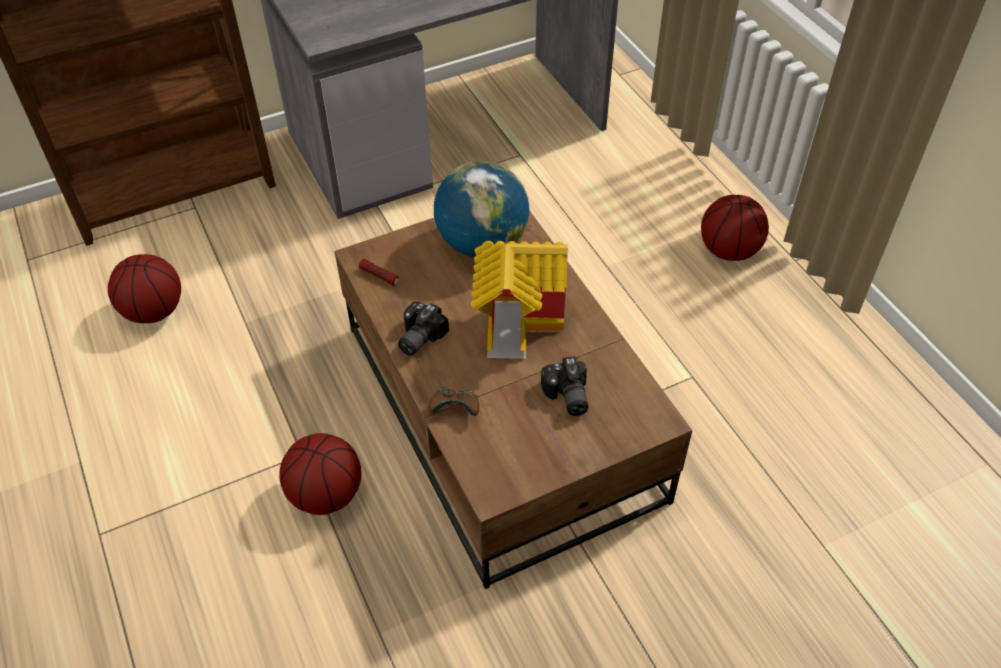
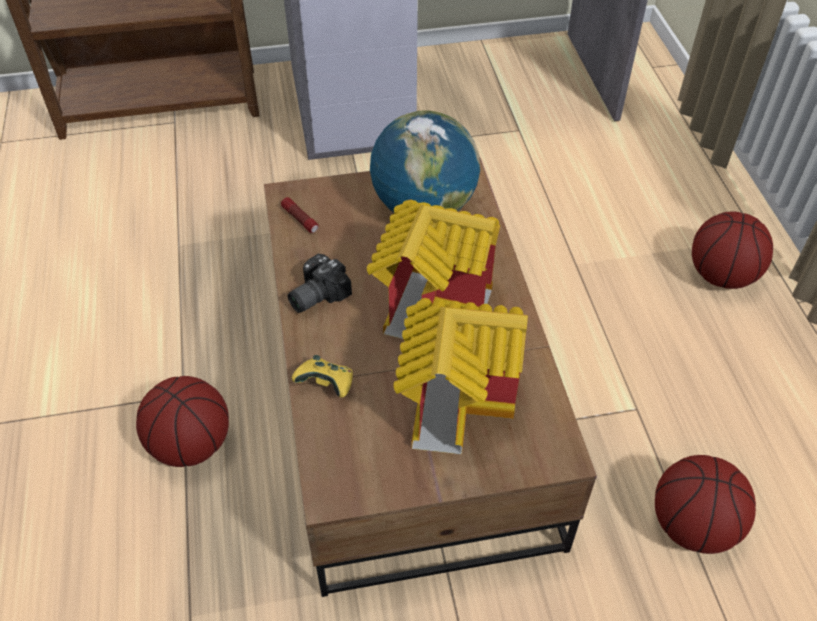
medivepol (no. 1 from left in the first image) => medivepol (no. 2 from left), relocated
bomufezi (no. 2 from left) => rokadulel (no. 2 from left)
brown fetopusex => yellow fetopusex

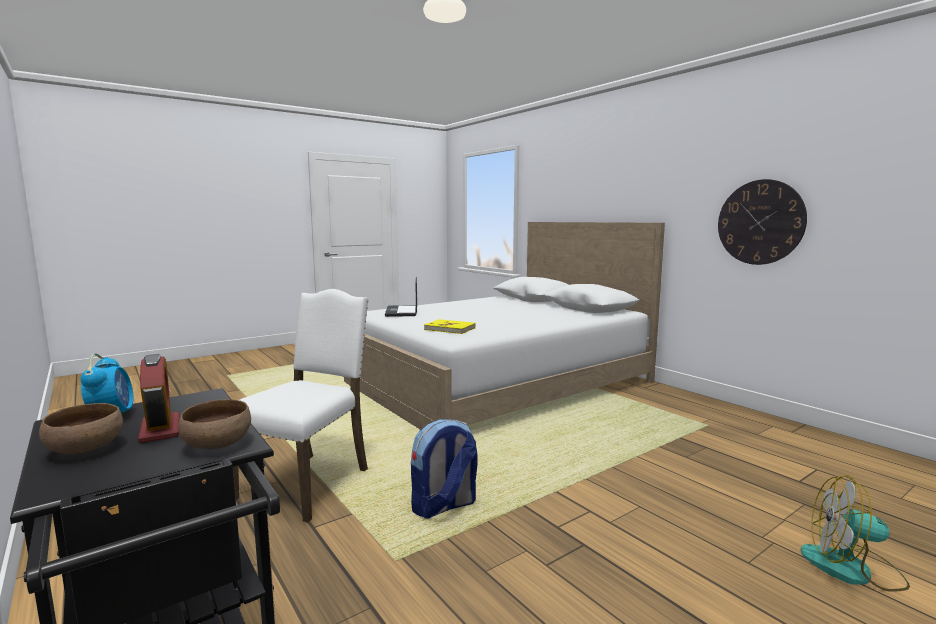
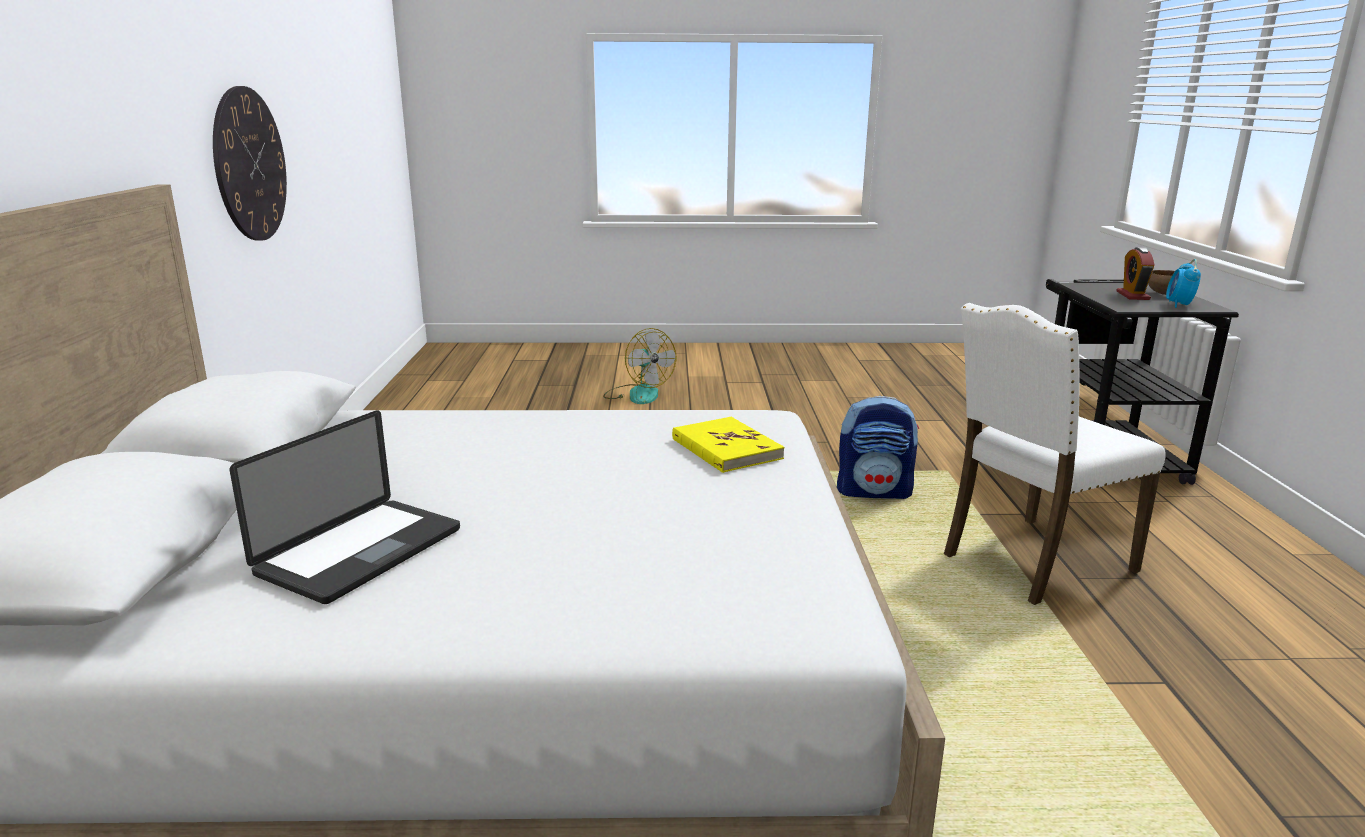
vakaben, relocated
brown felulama (no. 2 from left) => nothing

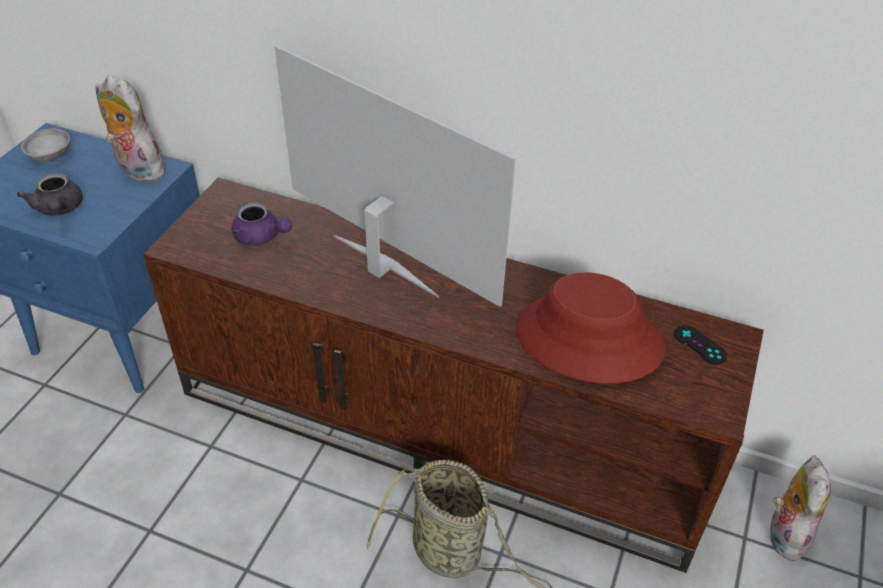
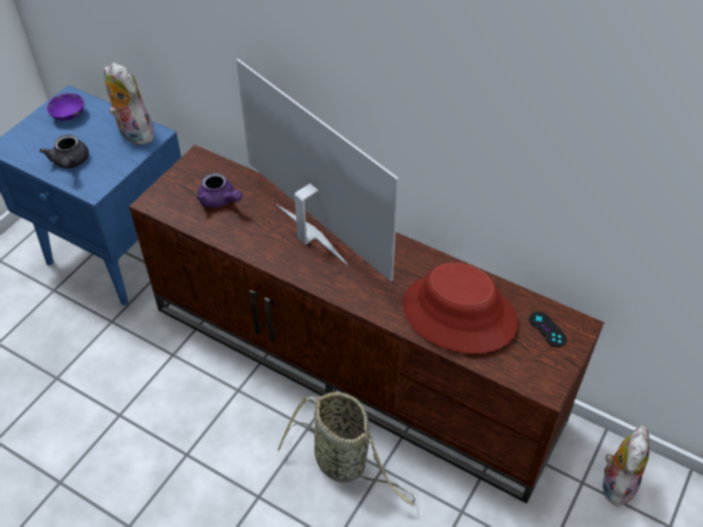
grey felulama => purple felulama

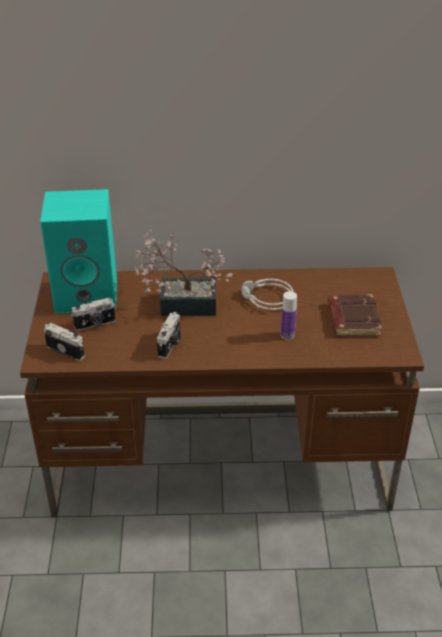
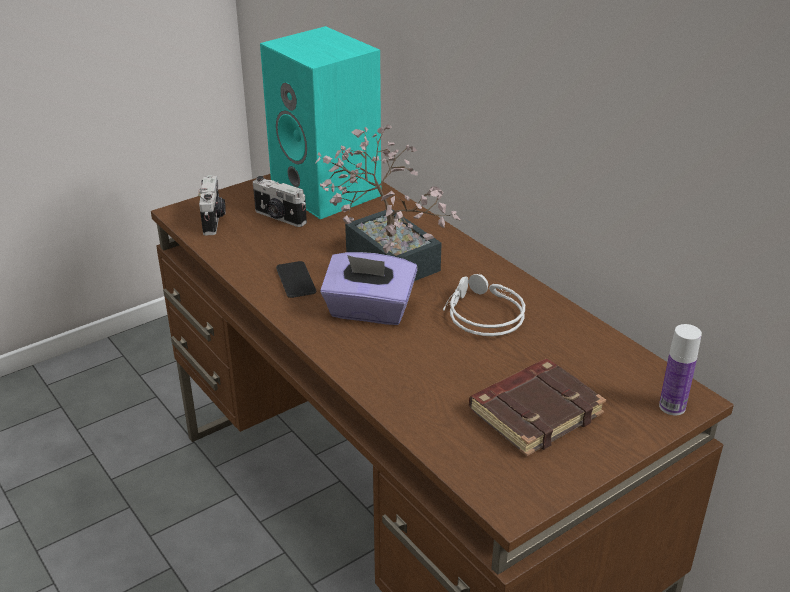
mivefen, relocated
bomufezi (no. 3 from left) => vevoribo
nothing => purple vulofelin

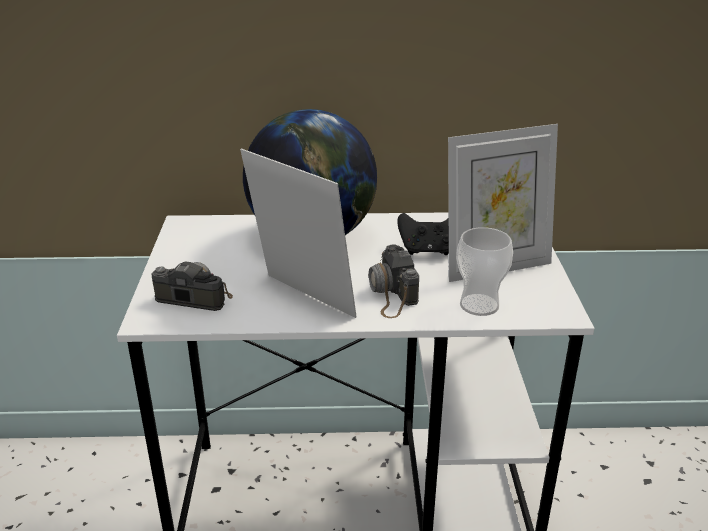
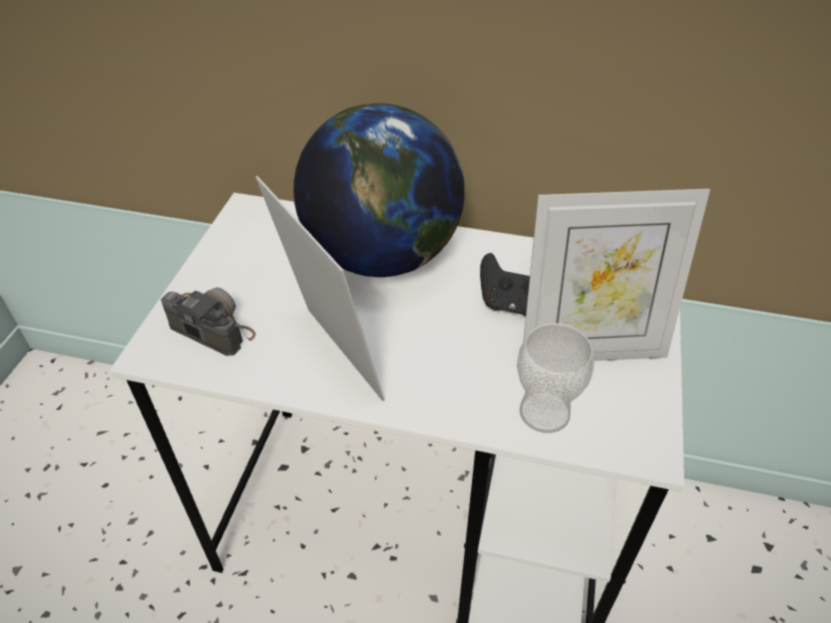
bomufezi (no. 2 from left) => nothing

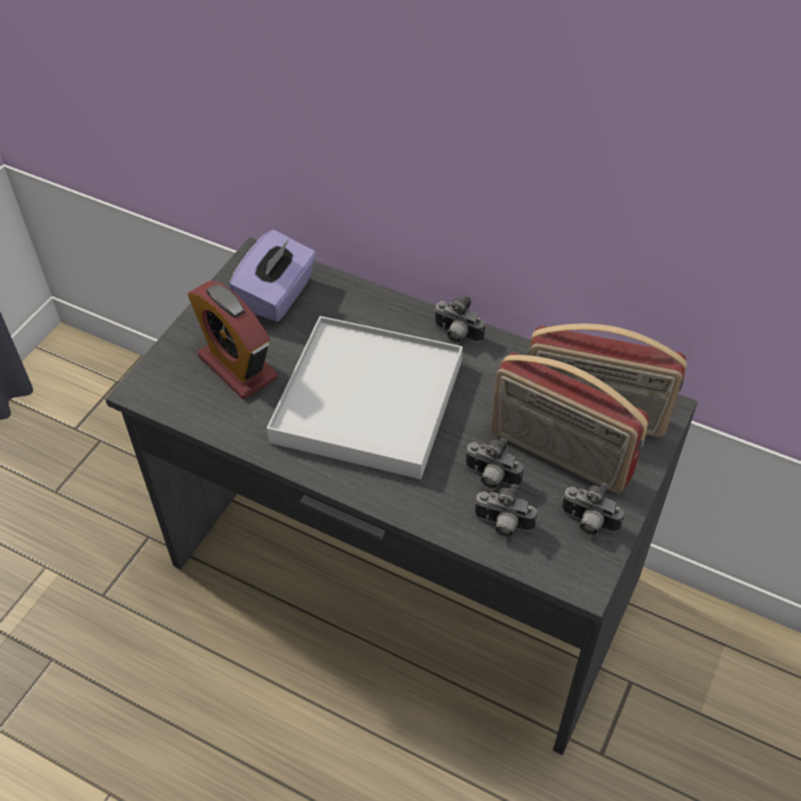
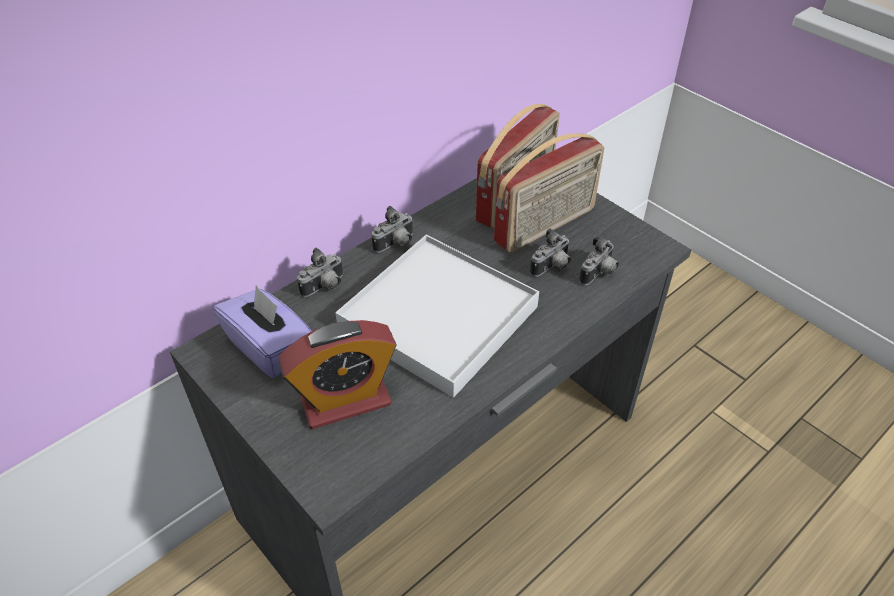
bomufezi (no. 4 from left in the first image) => bomufezi (no. 1 from left), relocated

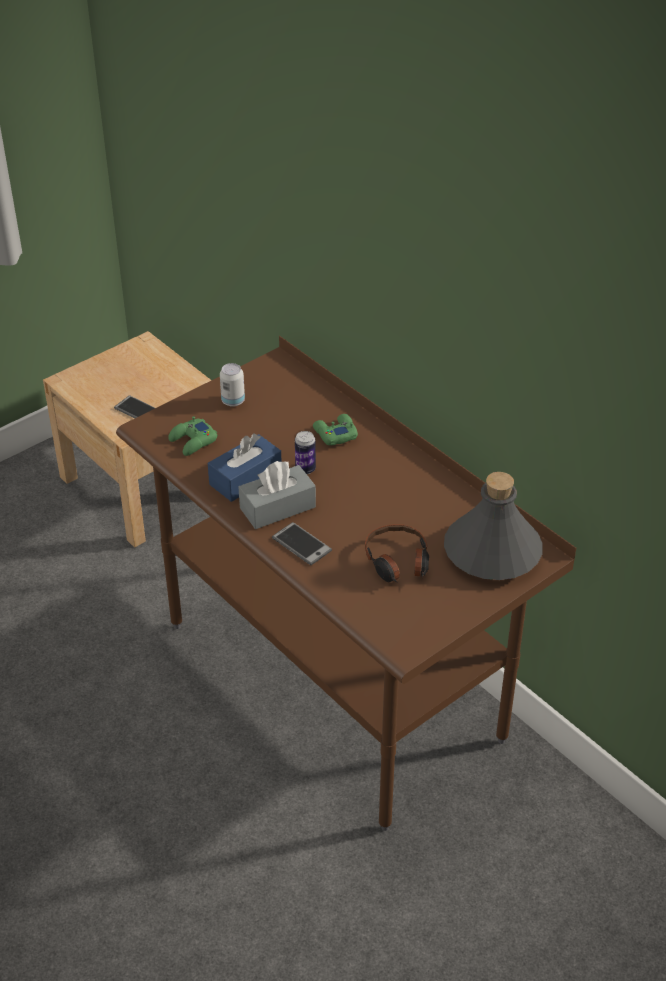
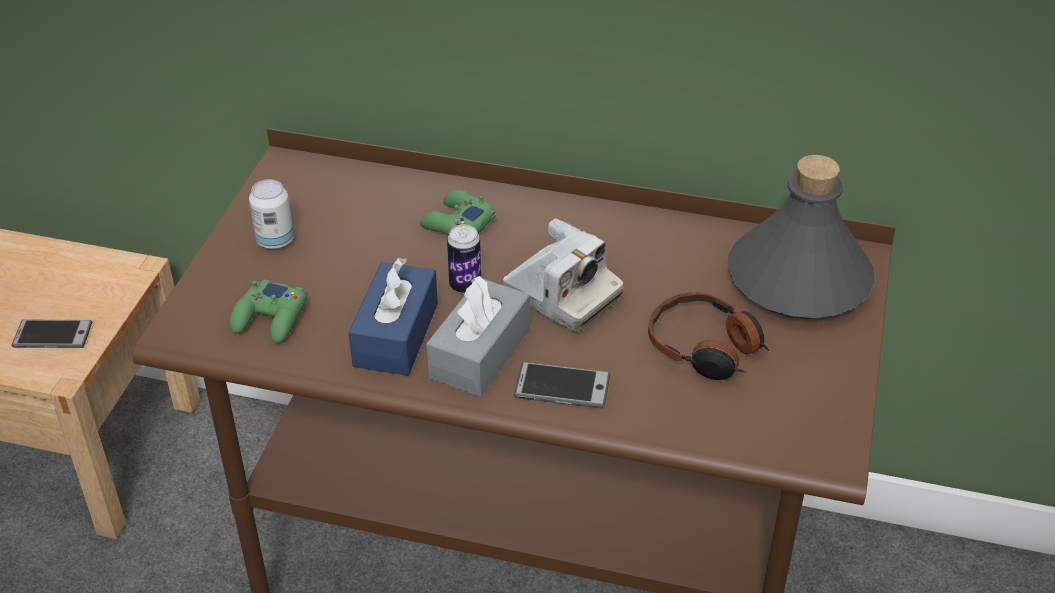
nothing => bomufezi

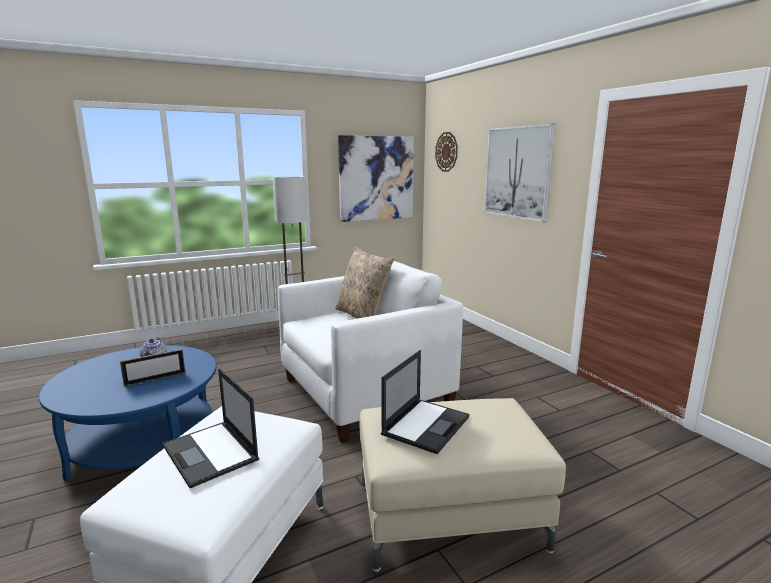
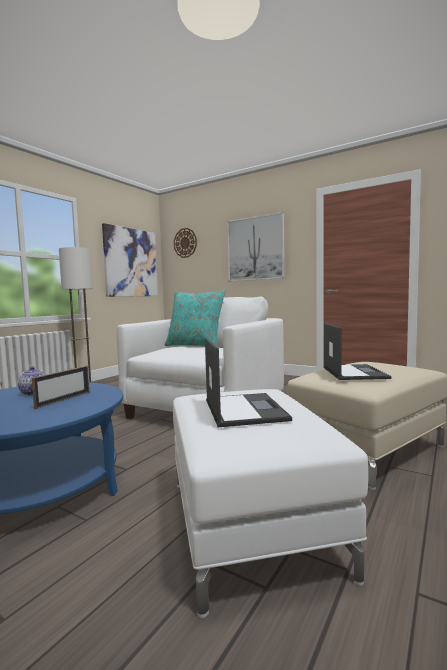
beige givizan => turquoise givizan
vakaben (no. 1 from left), 120 degrees counterclockwise

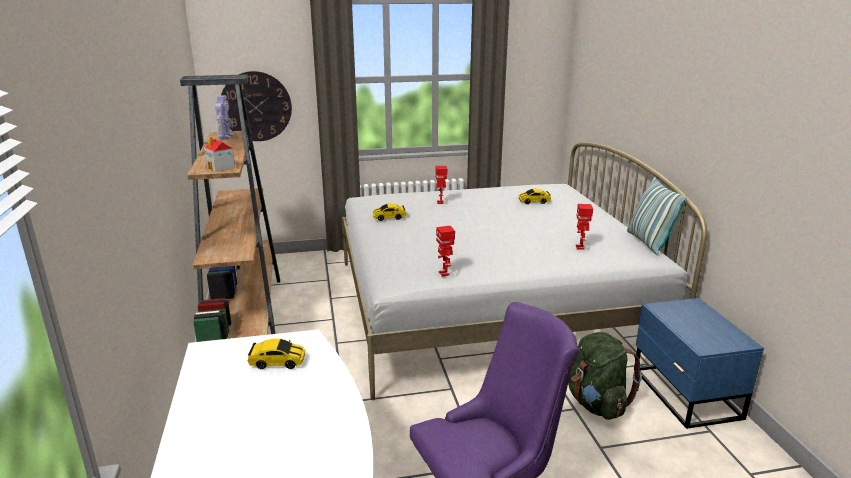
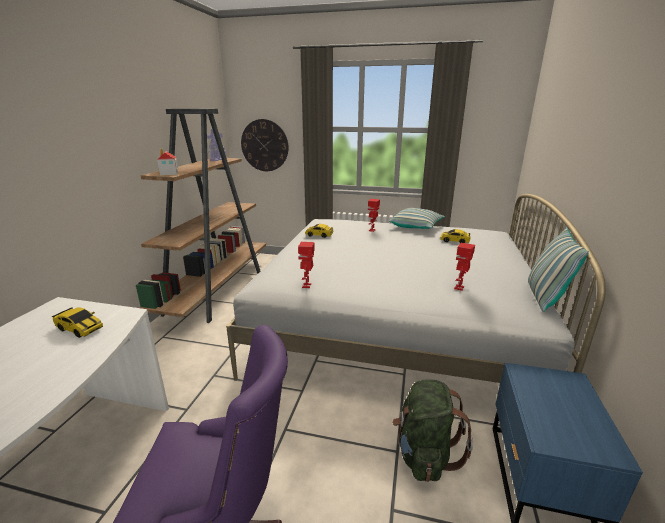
nothing => givizan (no. 1 from left)

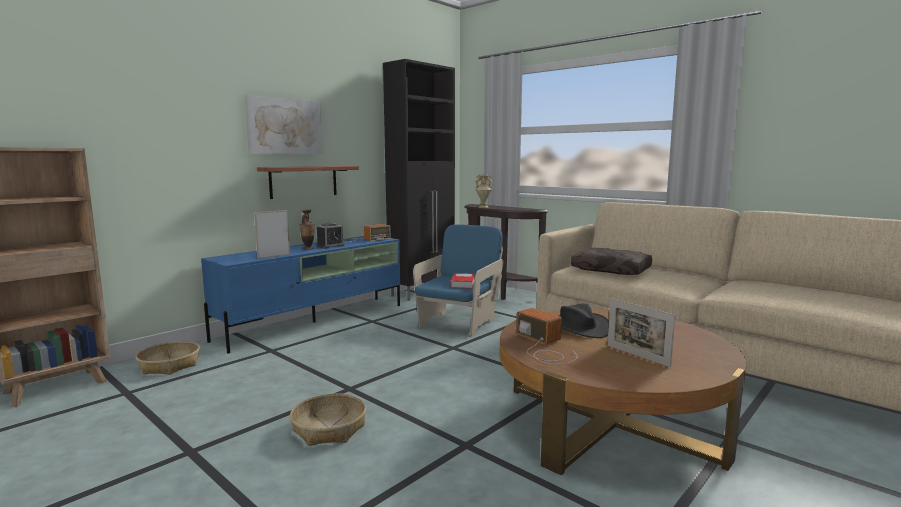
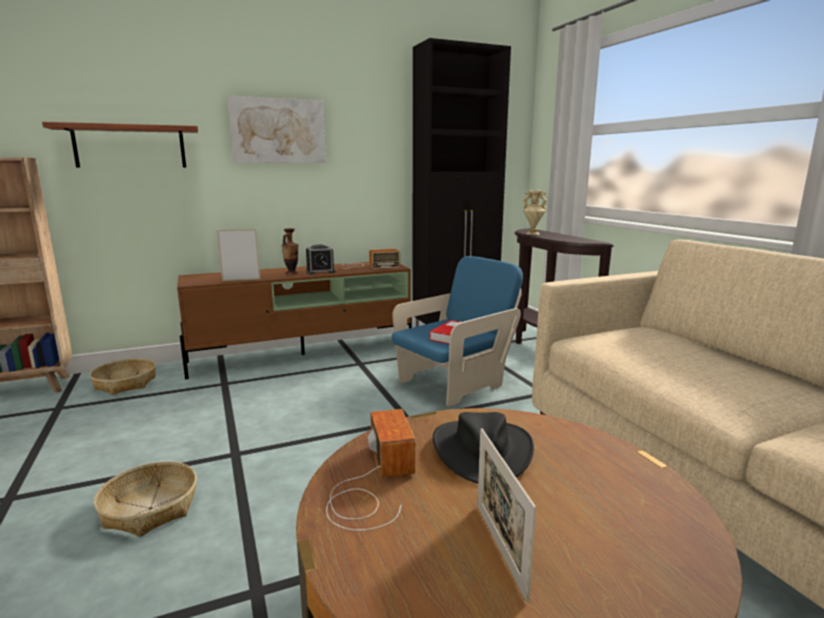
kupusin, relocated
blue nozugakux => brown nozugakux
brown givizan => nothing

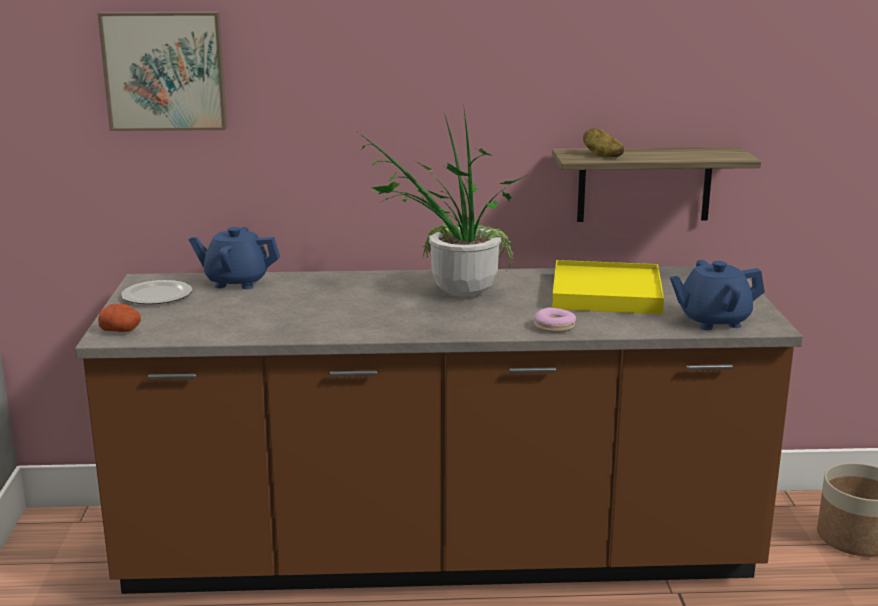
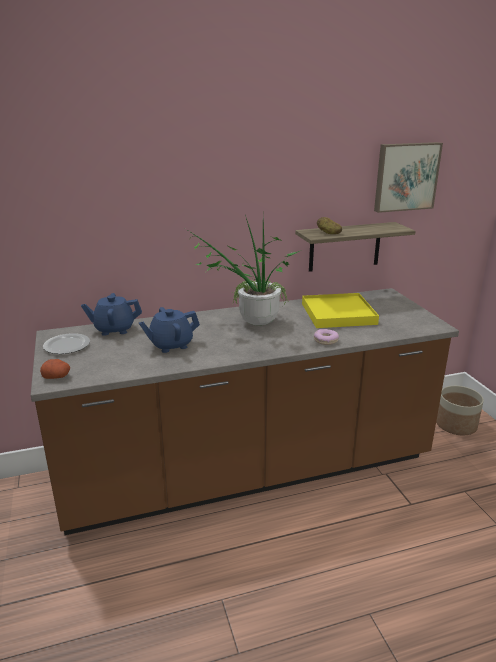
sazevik, relocated
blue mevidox (no. 2 from left), relocated

